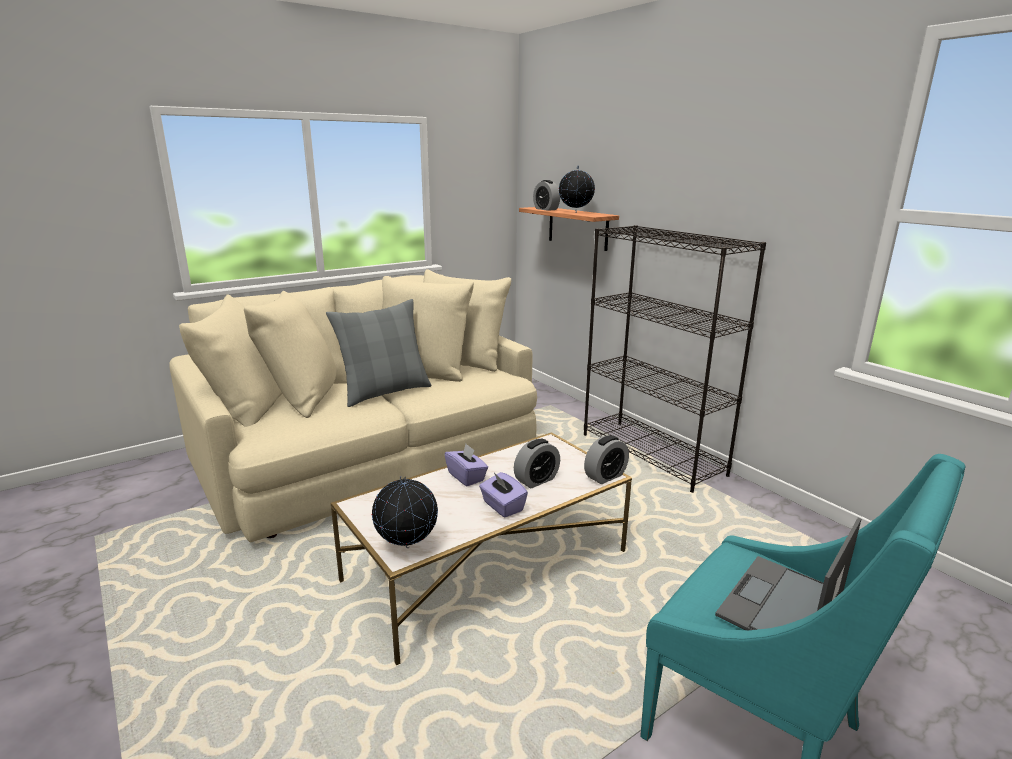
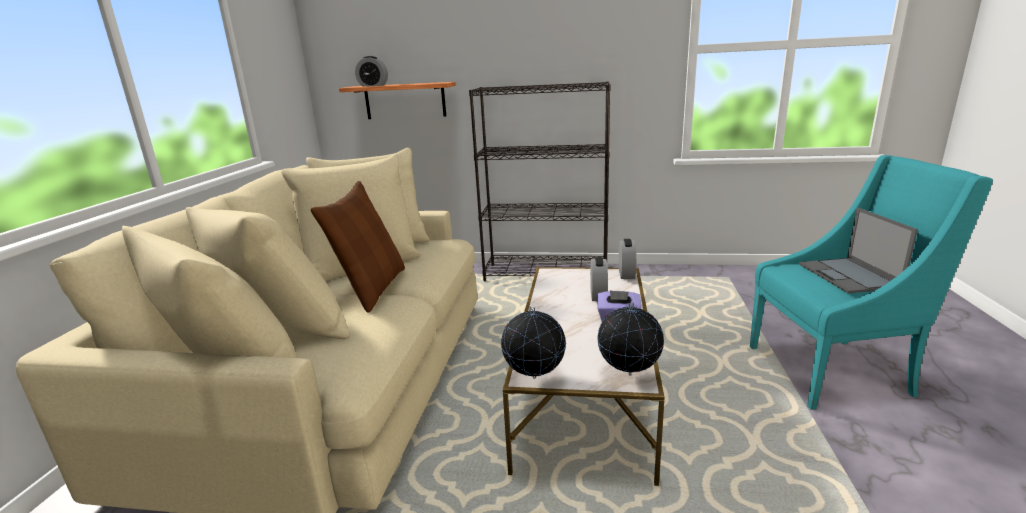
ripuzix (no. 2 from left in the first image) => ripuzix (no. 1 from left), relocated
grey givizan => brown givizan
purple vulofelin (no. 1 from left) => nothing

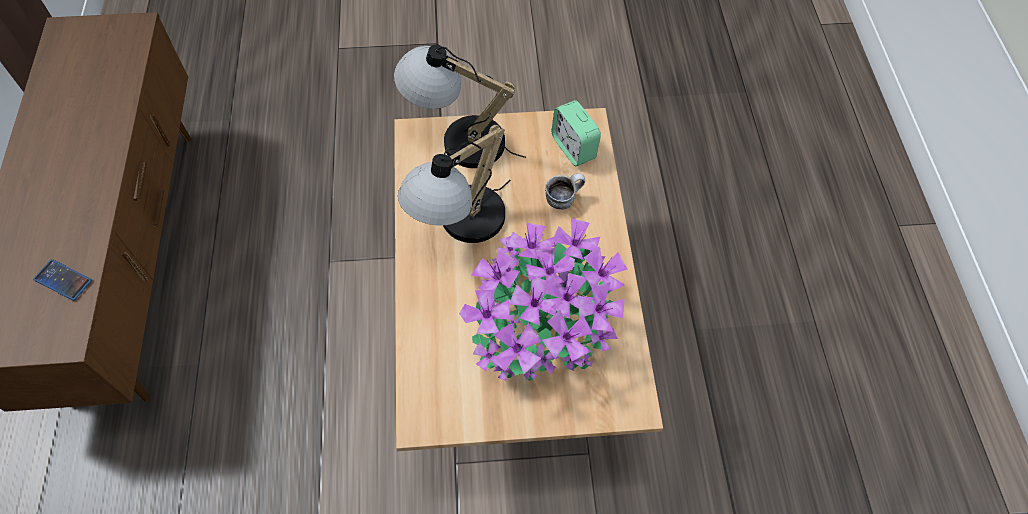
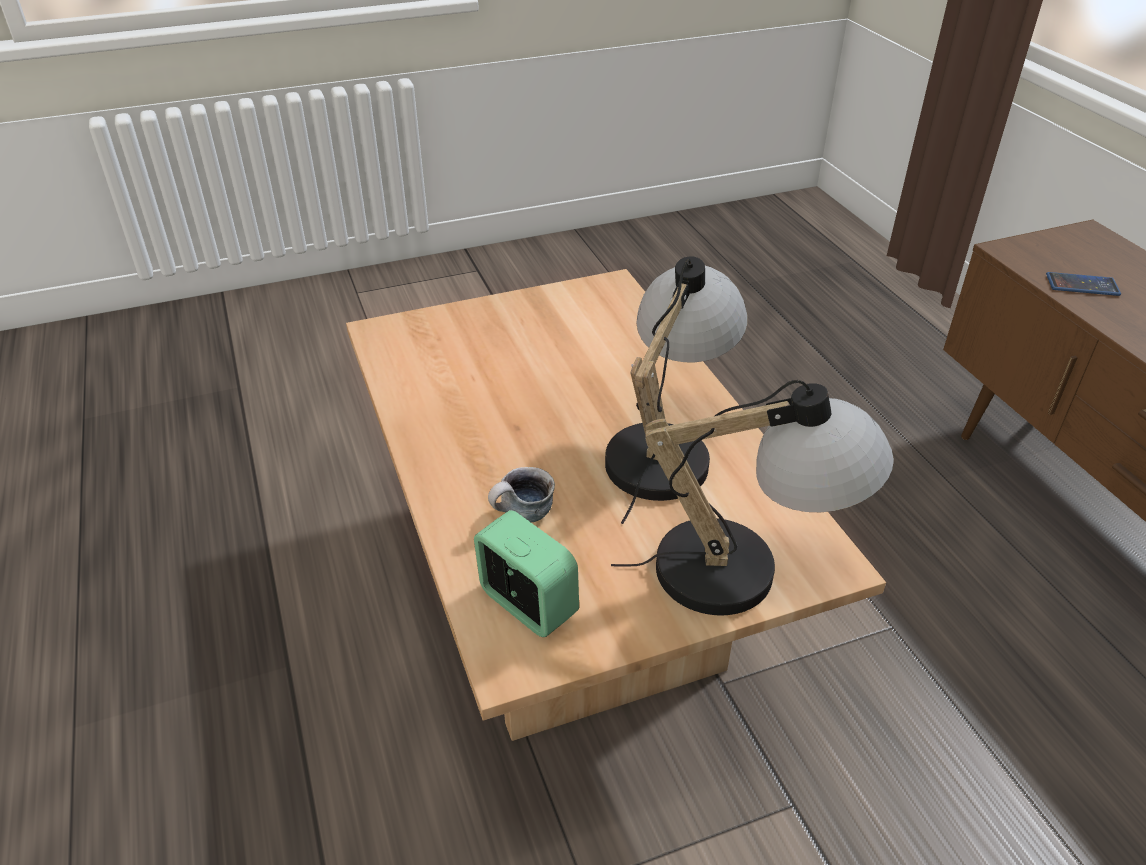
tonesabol => nothing

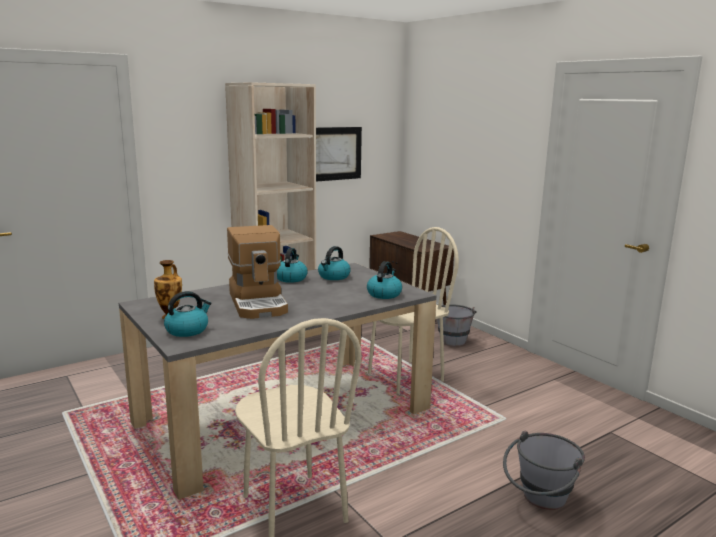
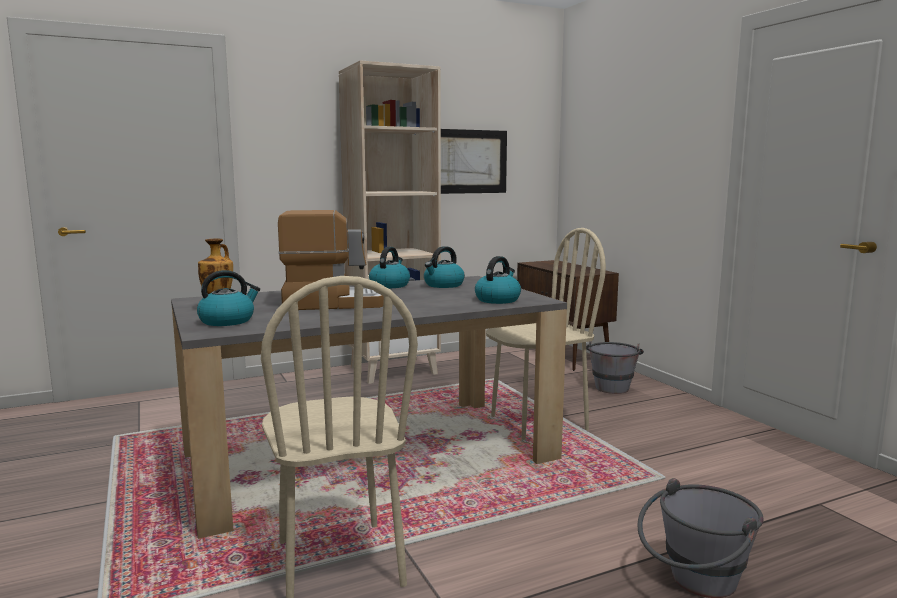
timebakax, 90 degrees counterclockwise

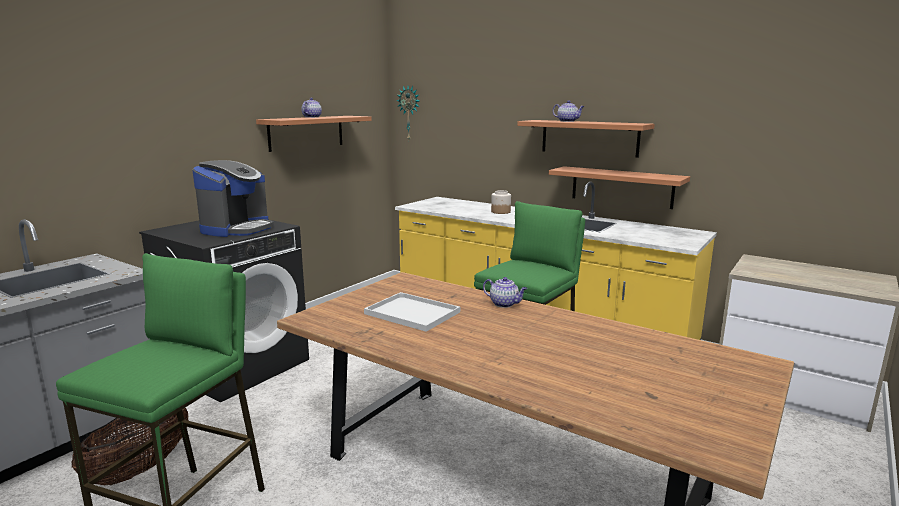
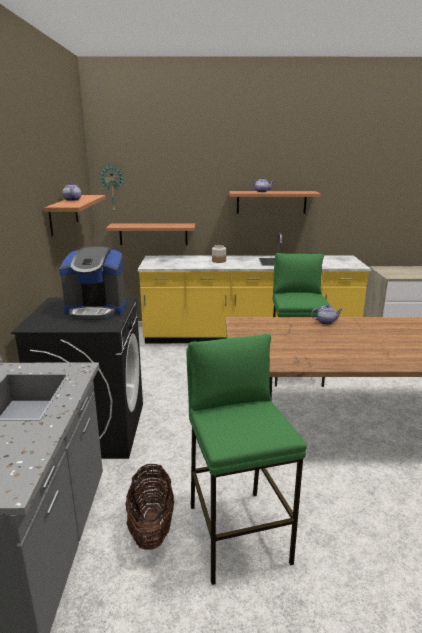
timebakax, 105 degrees clockwise
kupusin (no. 3 from left in the first image) => kupusin (no. 2 from left), relocated
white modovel => nothing

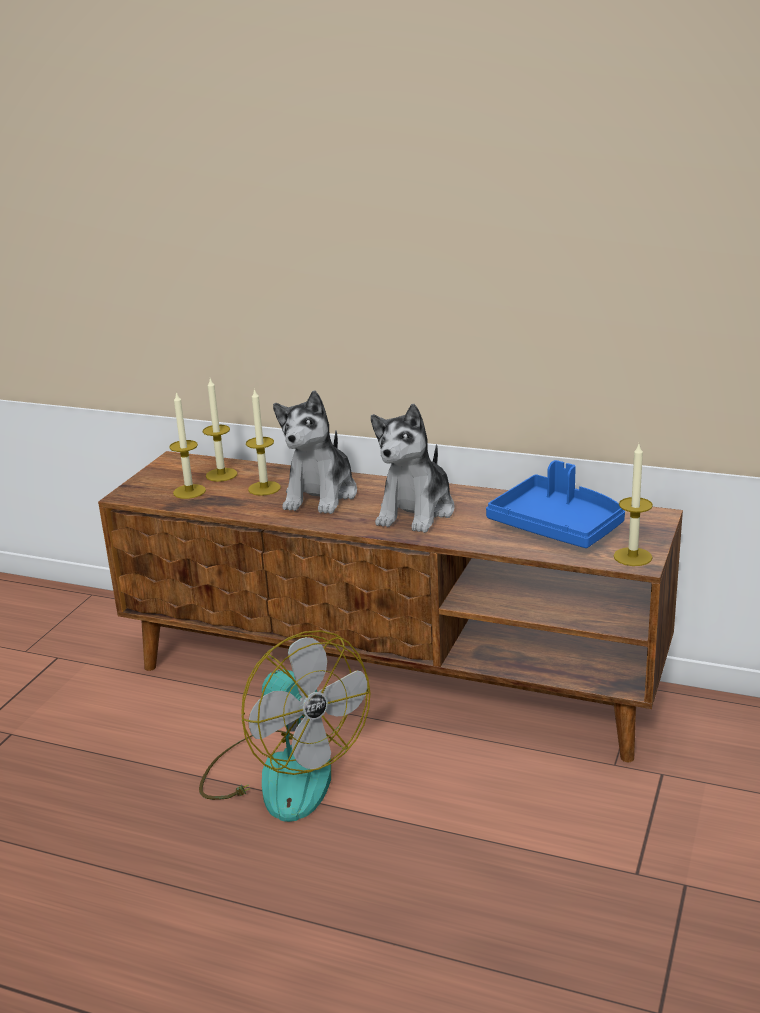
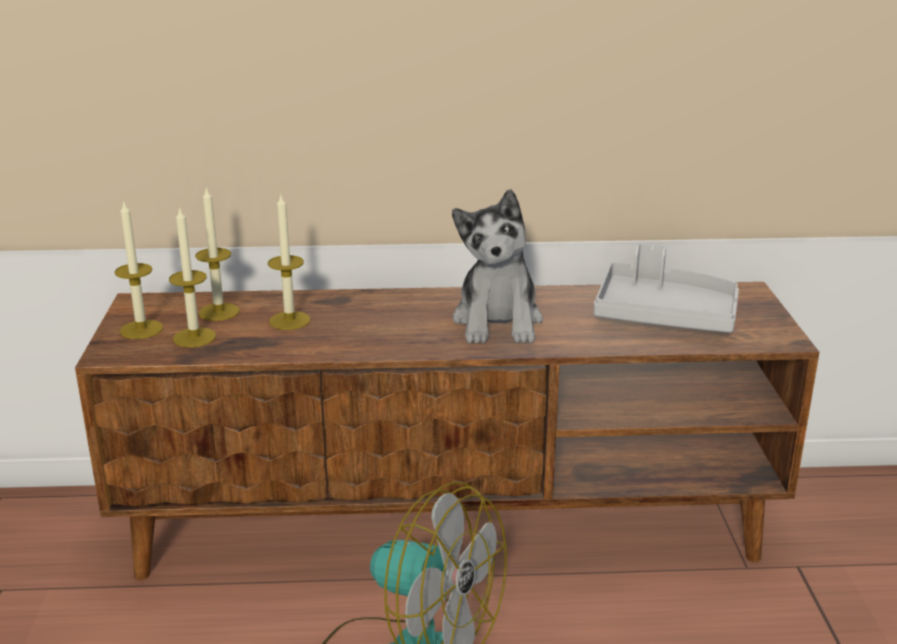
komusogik (no. 1 from left) => nothing
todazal (no. 4 from left in the first image) => todazal (no. 1 from left), relocated
blue modovel => grey modovel

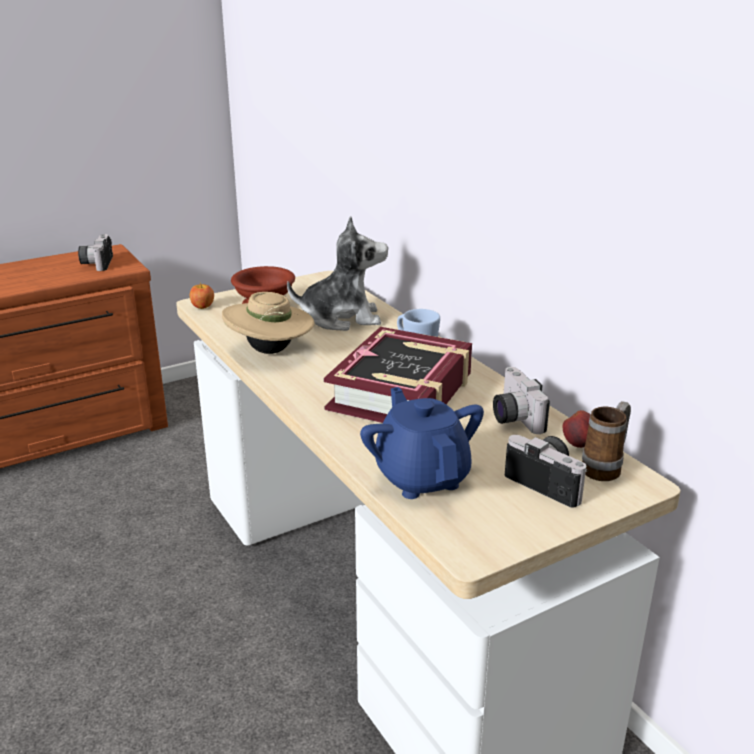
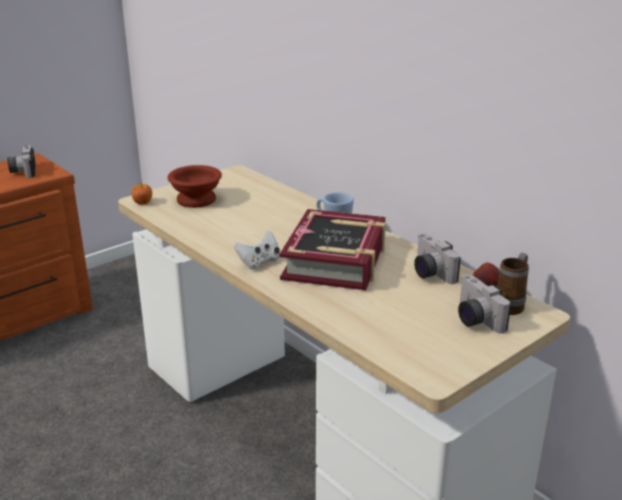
komusogik => nothing
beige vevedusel => nothing
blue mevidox => nothing
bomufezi (no. 3 from left), 150 degrees counterclockwise
nothing => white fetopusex

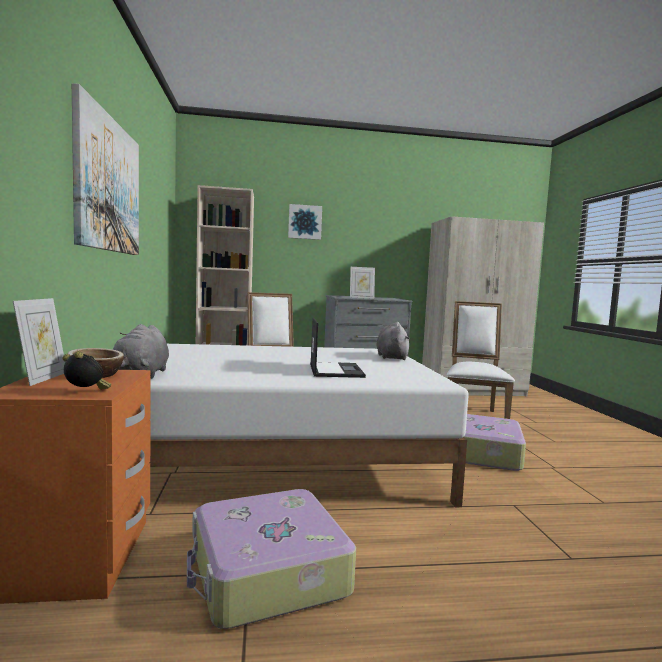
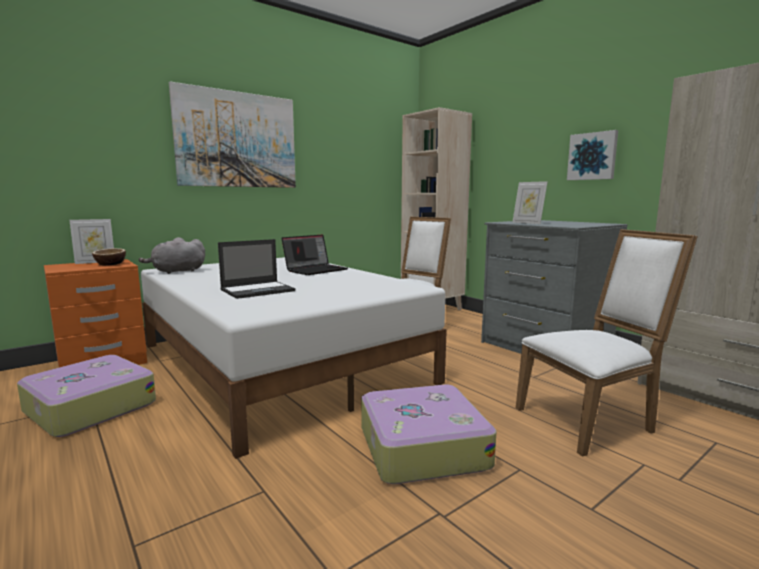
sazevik (no. 2 from left), relocated
grey komusogik (no. 2 from left) => nothing
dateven => nothing
nothing => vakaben (no. 2 from left)

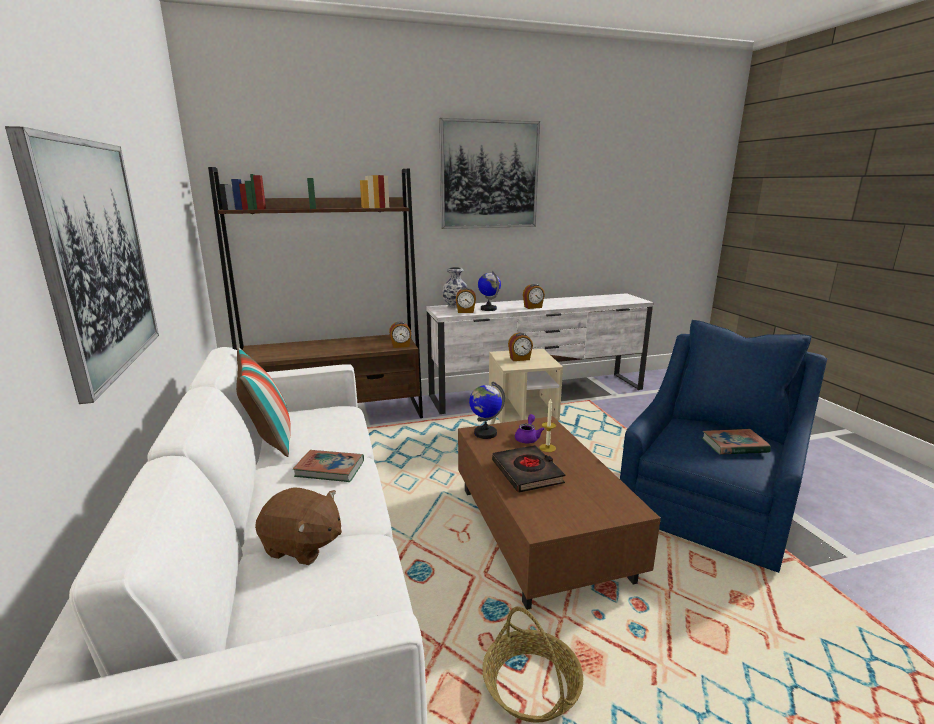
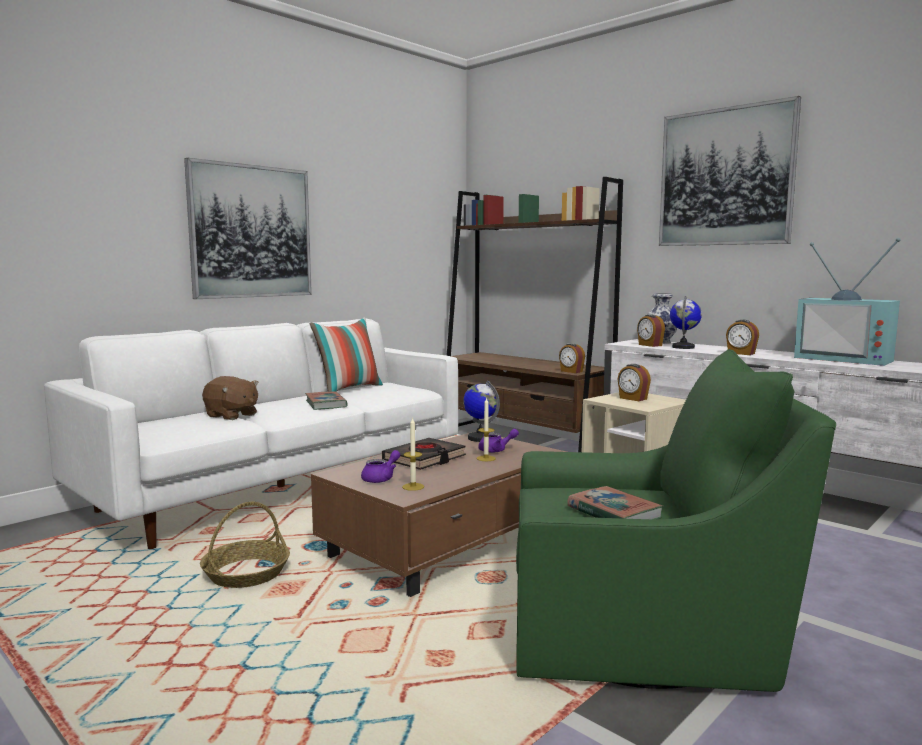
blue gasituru => green gasituru
brown komusogik, 45 degrees counterclockwise
nothing => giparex
nothing => todazal (no. 1 from left)
nothing => purple mevidox (no. 1 from left)

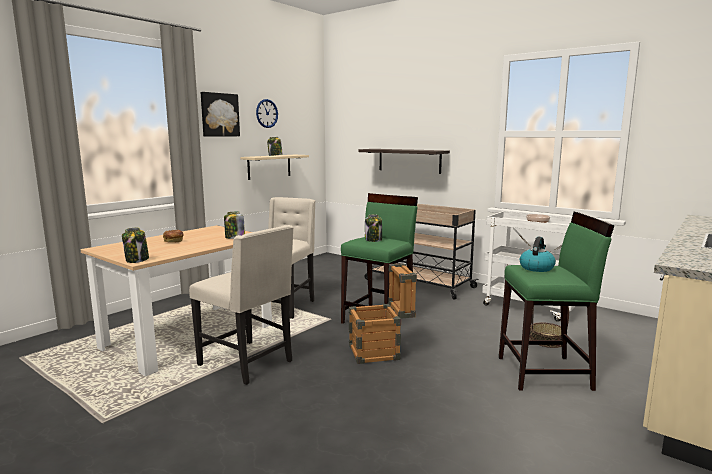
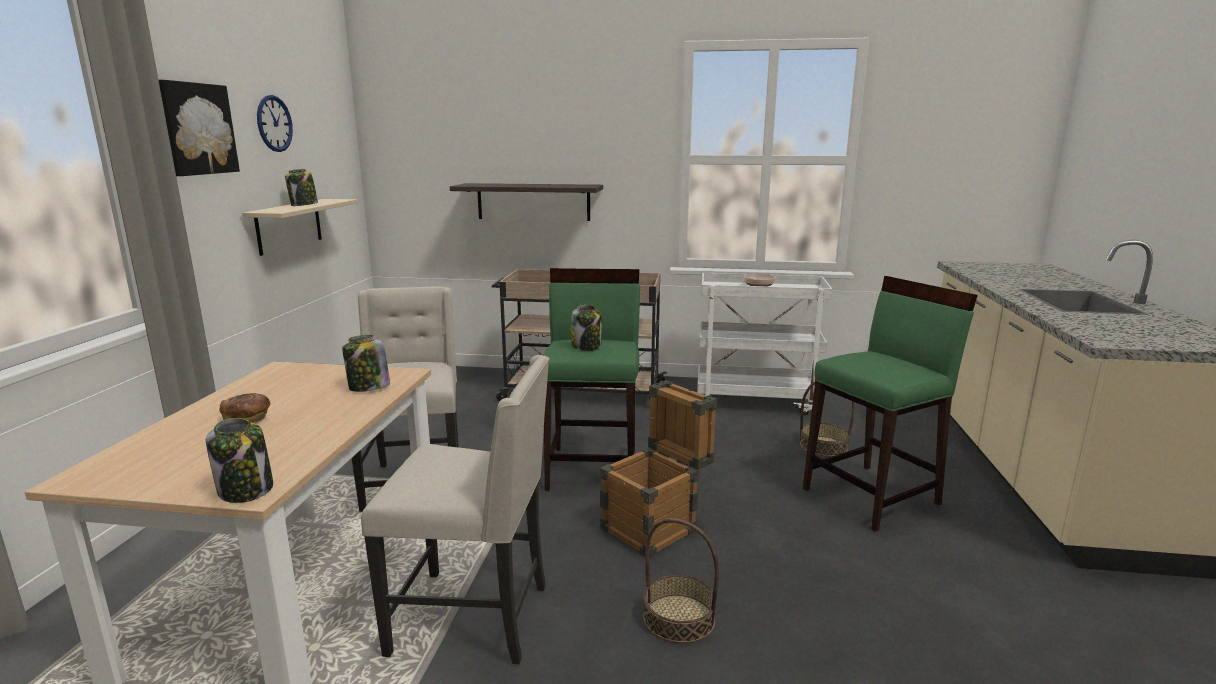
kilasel => nothing
nothing => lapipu (no. 1 from left)

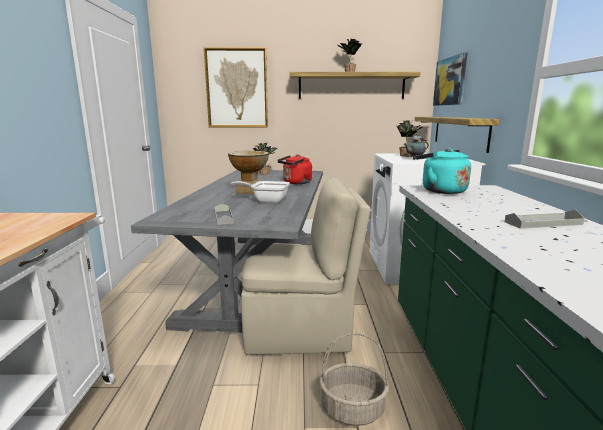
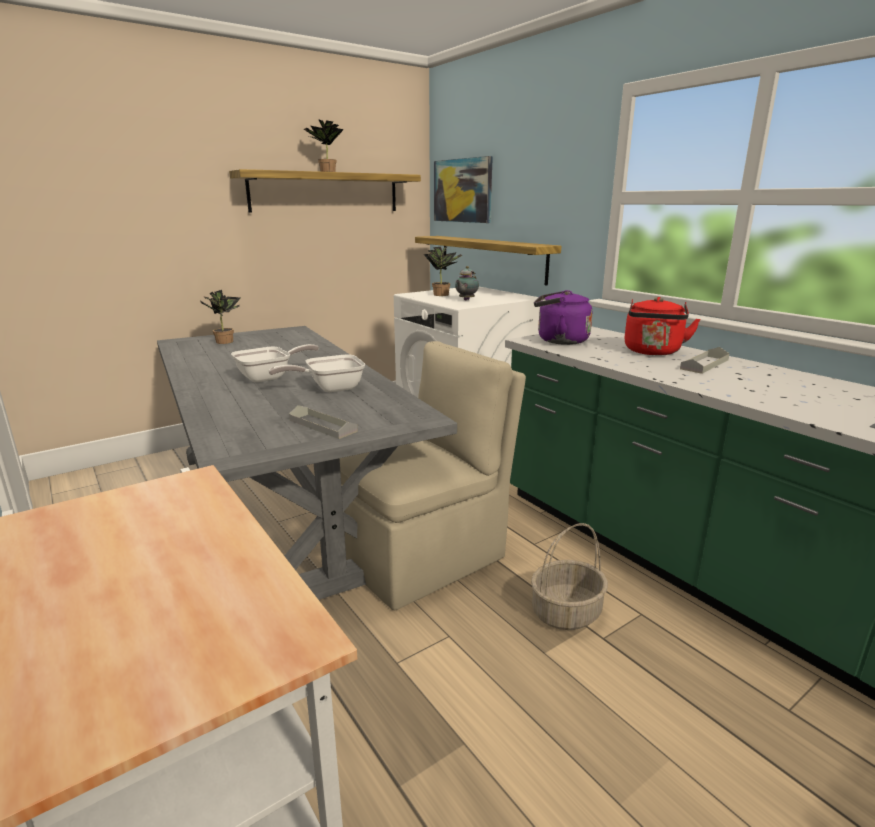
sazevik (no. 1 from left) => nothing
turquoise kilasel => purple kilasel
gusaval => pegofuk (no. 1 from left)
red kilasel, relocated

